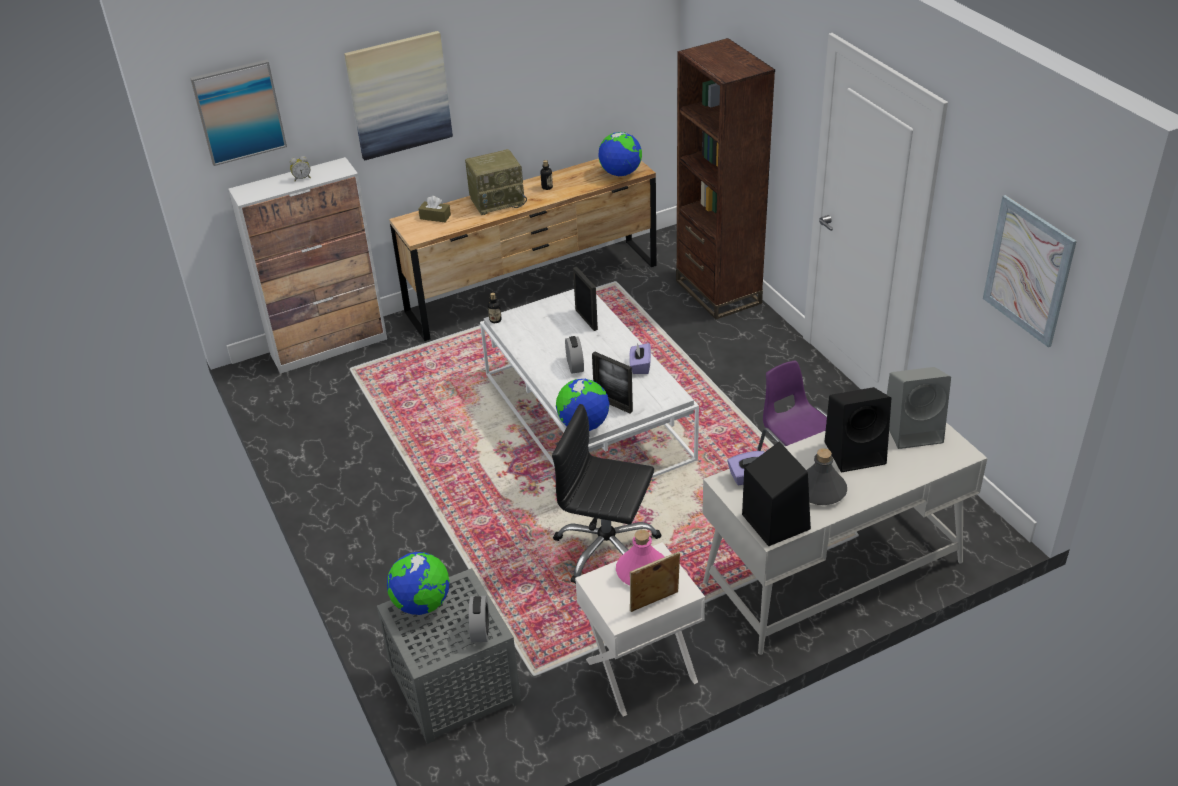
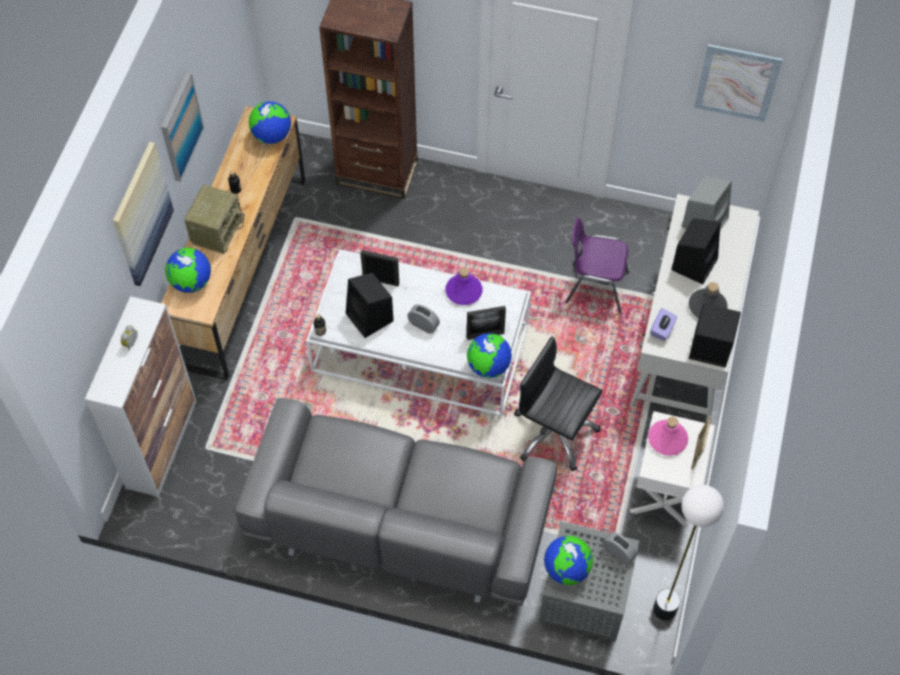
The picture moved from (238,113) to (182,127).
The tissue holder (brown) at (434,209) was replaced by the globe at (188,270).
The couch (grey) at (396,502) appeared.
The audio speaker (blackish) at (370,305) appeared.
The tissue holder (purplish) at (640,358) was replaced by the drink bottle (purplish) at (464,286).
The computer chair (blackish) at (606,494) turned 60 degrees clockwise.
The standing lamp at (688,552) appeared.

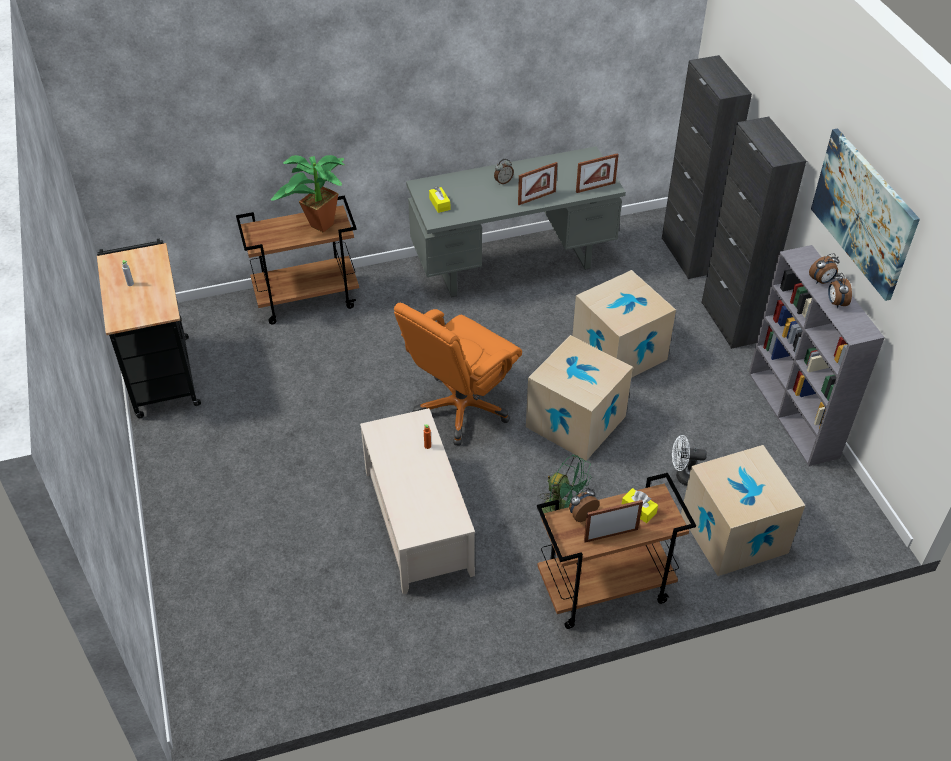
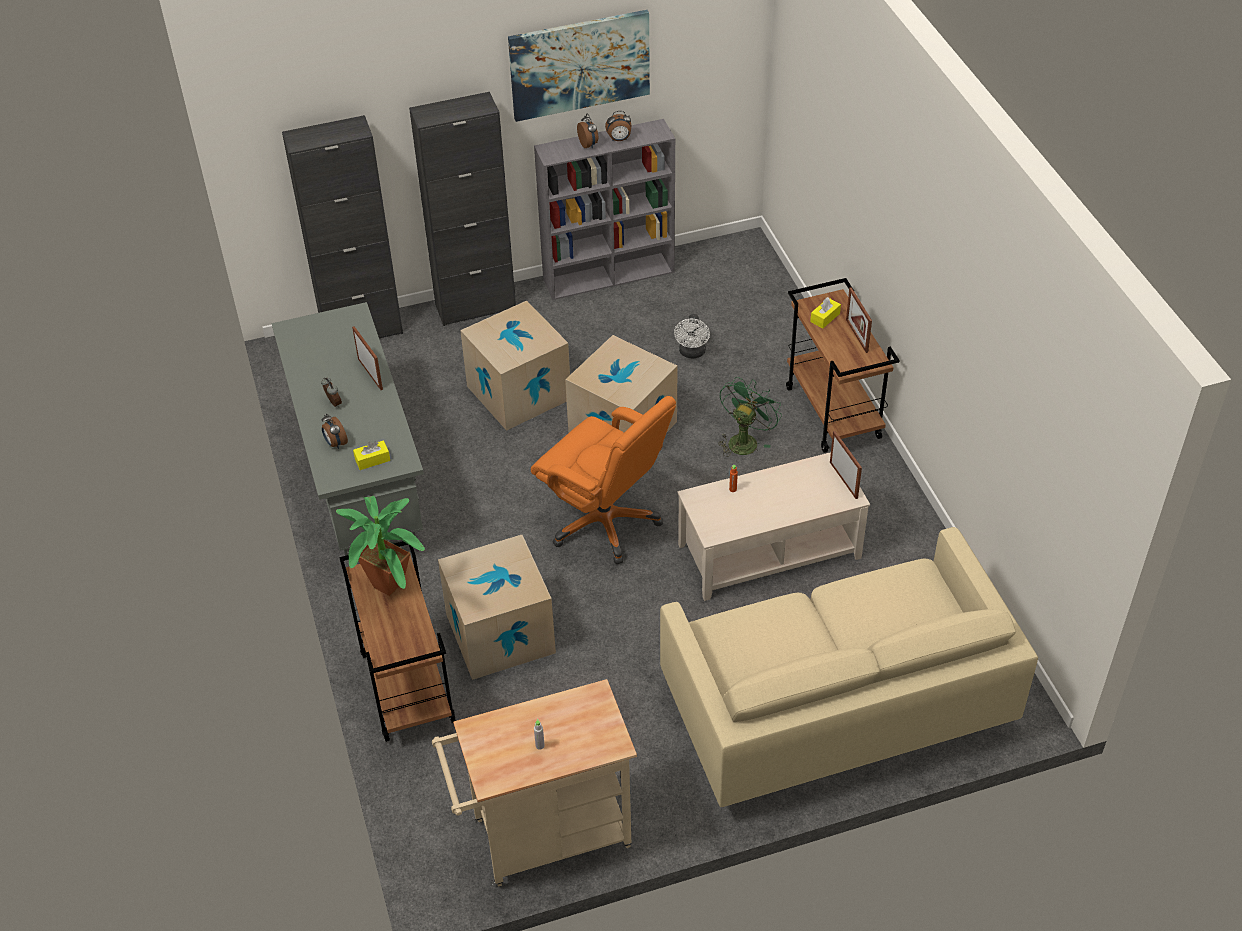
The table clock moved from (584,505) to (334,431).
The trolley (blackish) at (149,328) became the trolley (beige) at (534,783).
The packing box moved from (743,510) to (497,607).
The couch (beige) at (849,667) appeared.
The standing frame moved from (597,173) to (846,465).

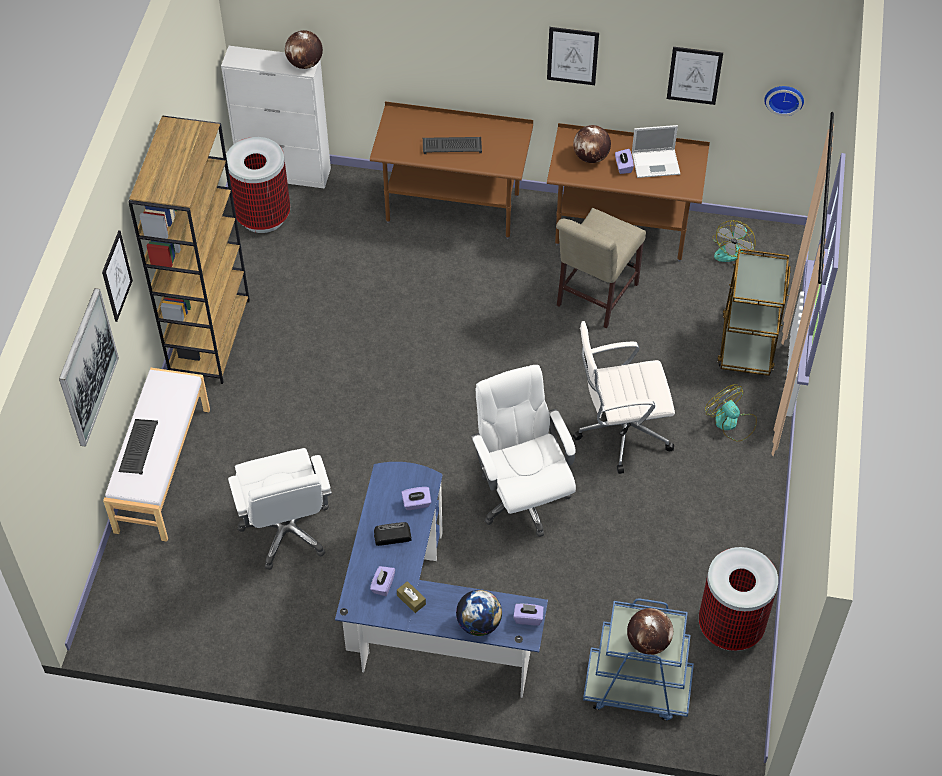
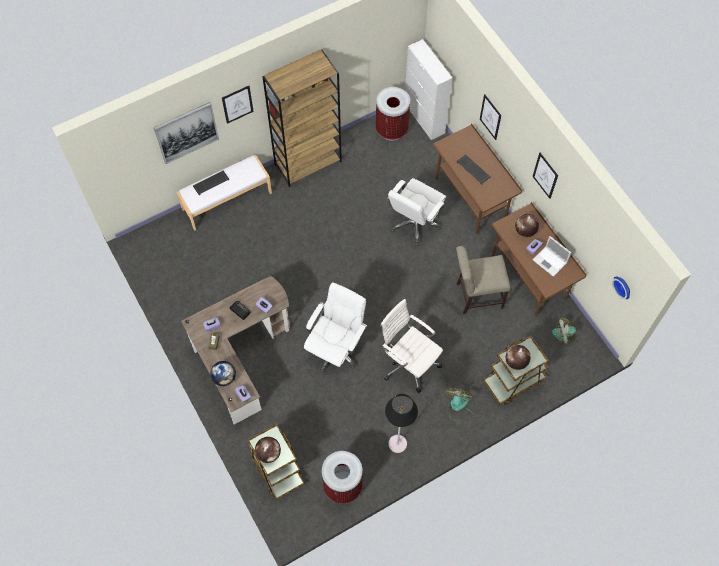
The desk unit (blue) at (441,580) became the desk unit (brown) at (235,350).
The trolley (blue) at (638,660) became the trolley (brown) at (276,462).
The standing lamp (blackish) at (401,423) appeared.
The computer chair (white-coloured) moved from (280,509) to (416,212).
The picture moved from (695,76) to (491,117).
The globe moved from (304,49) to (518,357).

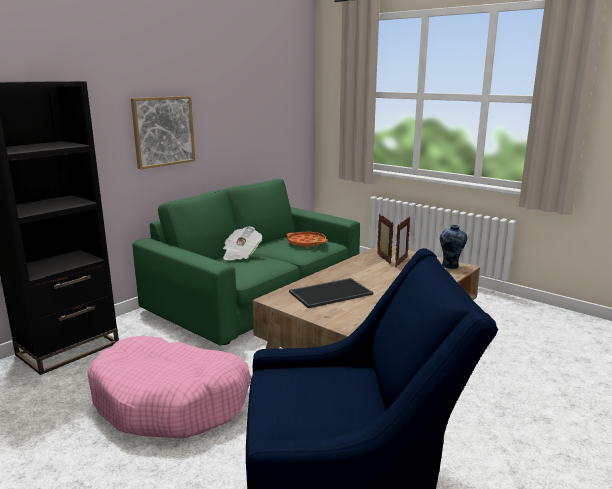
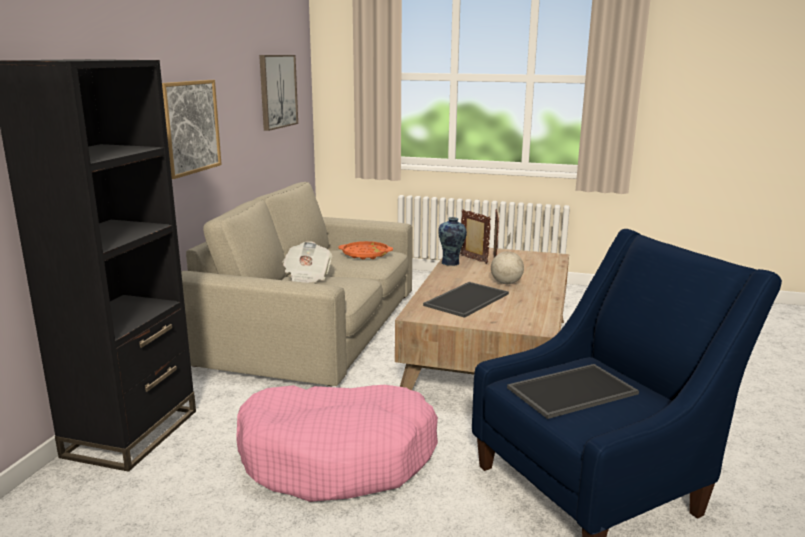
The couch (greenish) at (246,262) became the couch (beige) at (297,284).
The picture at (278,93) appeared.
The vase moved from (453,247) to (452,241).
The globe at (507,258) appeared.
The serving tray at (573,391) appeared.

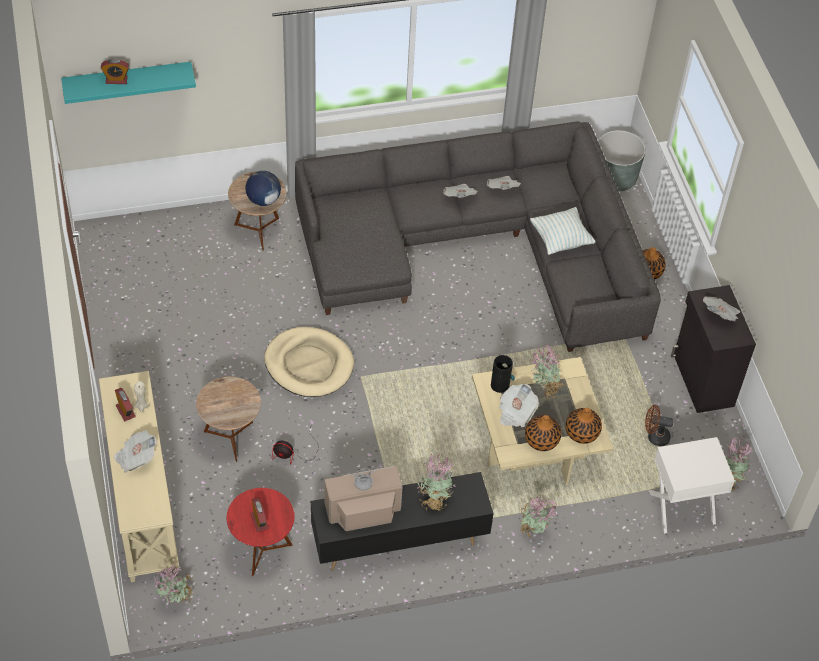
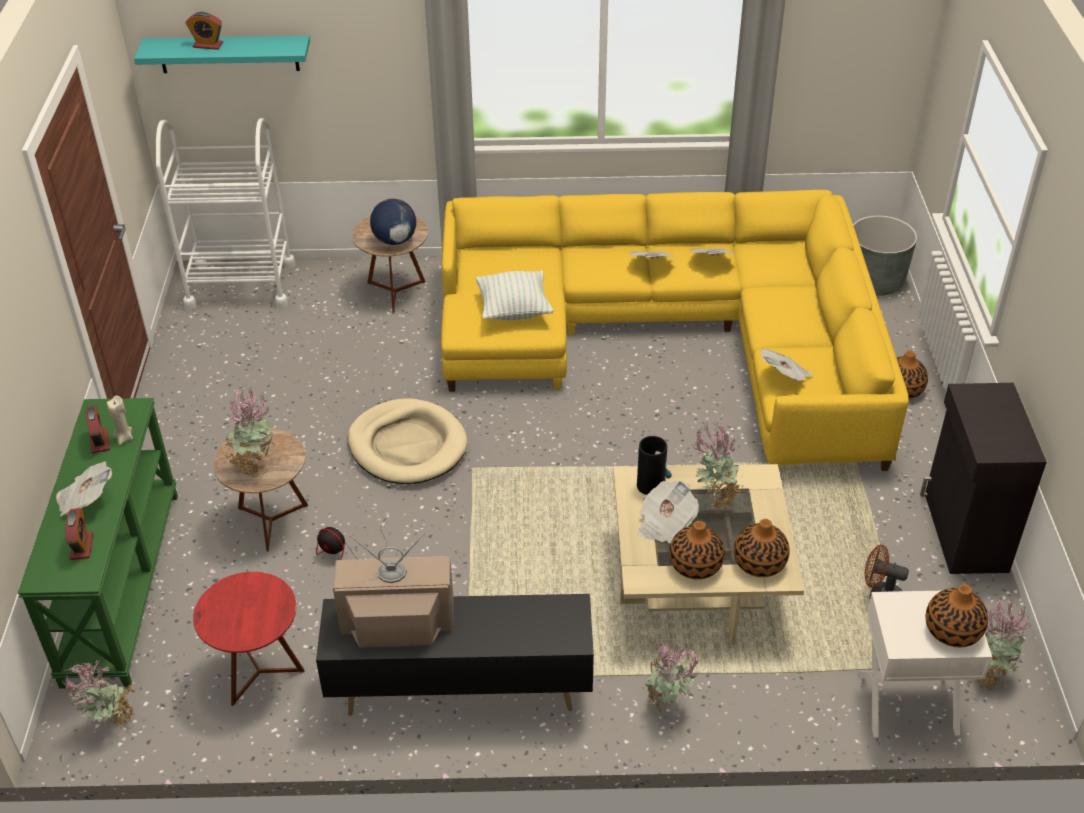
The hall table (beige) at (139,476) became the hall table (greenish) at (98,543).
The table clock moved from (260,514) to (79,534).
The trolley (white-coloured) at (226,214) appeared.
The plant in a pot moved from (435,482) to (251,432).
The couch (grey) at (478,236) became the couch (yellow) at (675,330).
The pillow moved from (562,231) to (514,295).
The daily paper moved from (721,309) to (786,365).
The vase at (957,615) appeared.

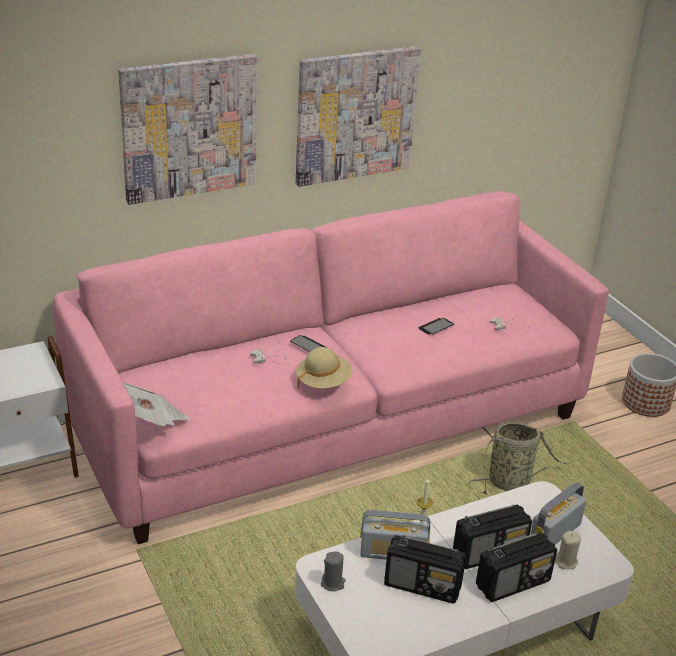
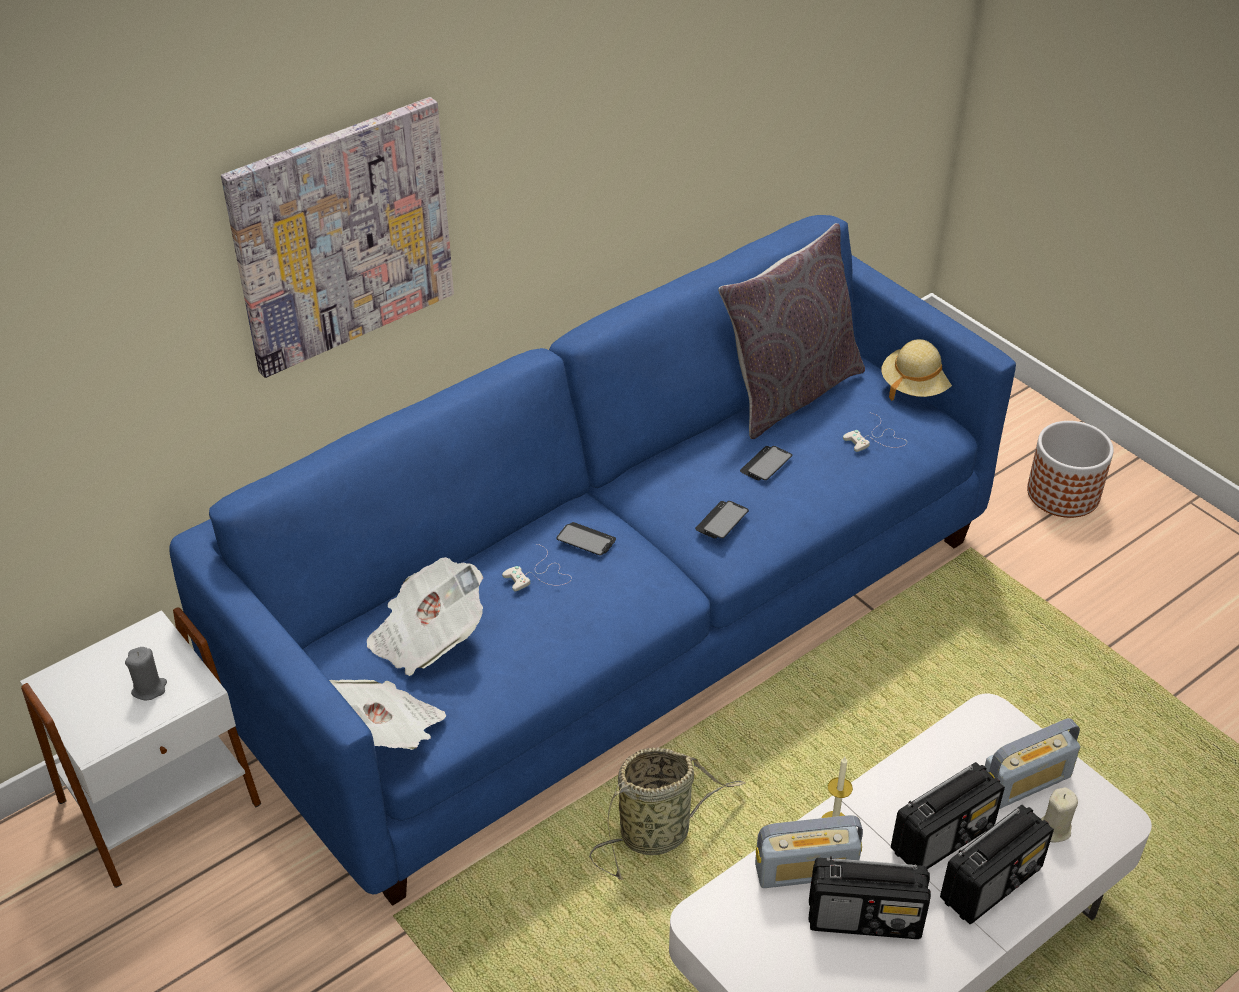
The wax candle (grey) moved from (333,571) to (146,673).
The couch (pinkish) at (331,367) became the couch (blue) at (592,560).
The daily paper at (425,616) appeared.
The household basket moved from (518,458) to (667,813).
The handset at (722,519) appeared.
The pillow (grey) at (791,331) appeared.
The hat (beige) moved from (324,368) to (916,370).
The radio set at (558,513) turned 150 degrees counterclockwise.
The picture at (358,116) disappeared.

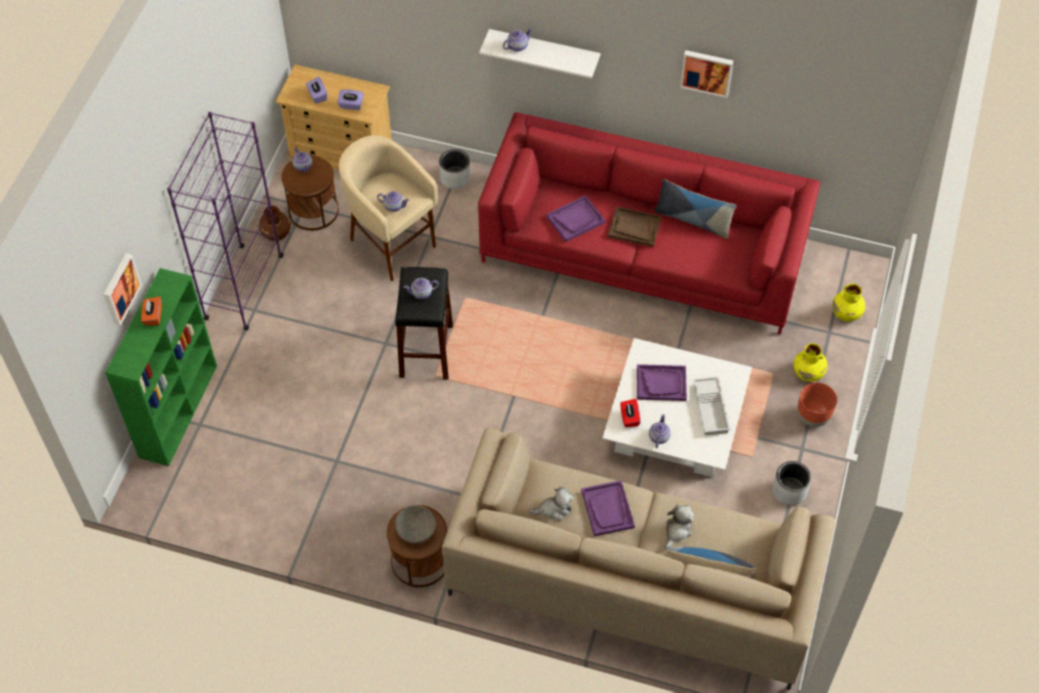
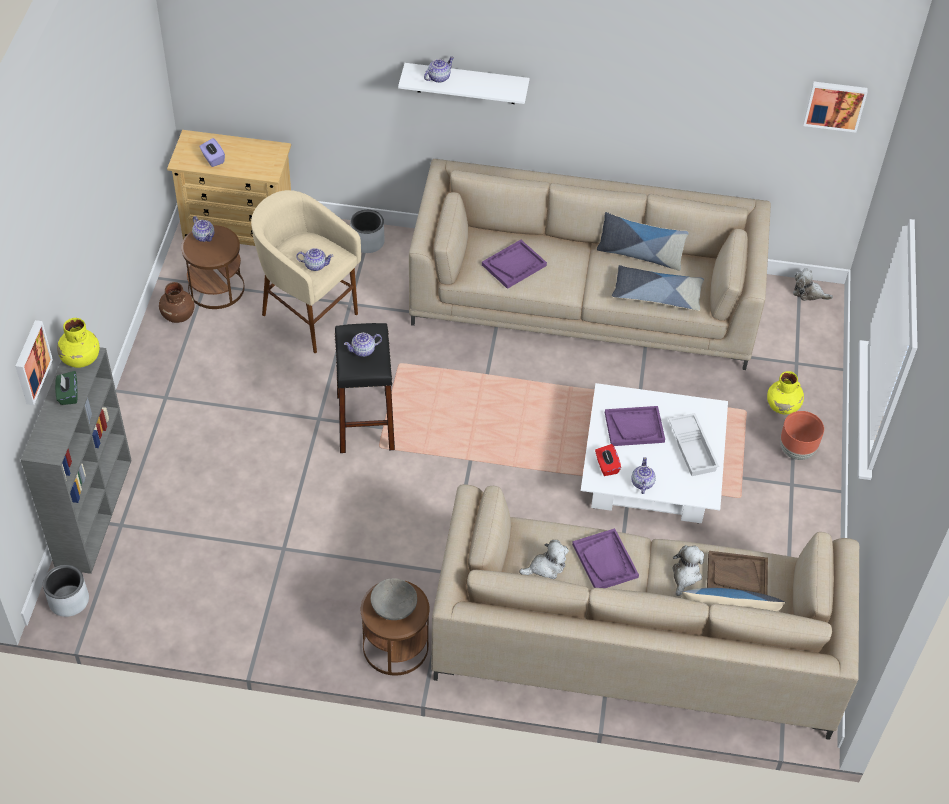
The bookshelf (greenish) at (161,367) became the bookshelf (grey) at (76,460).
The plant pot (grey) moved from (791,483) to (66,591).
The tissue holder (orangey) at (151,310) became the tissue holder (greenish) at (66,388).
The vase (yellow) moved from (848,303) to (78,343).
The couch (red-coloured) at (649,223) became the couch (beige) at (590,264).
The pillow at (658,288) appeared.
The serving tray (brown) moved from (635,226) to (737,573).
The plush toy at (813,284) appeared.
The picture moved from (707,74) to (835,107).
The bookshelf (purplish) at (225,221) disappeared.
The tissue holder (purplish) at (350,99) disappeared.

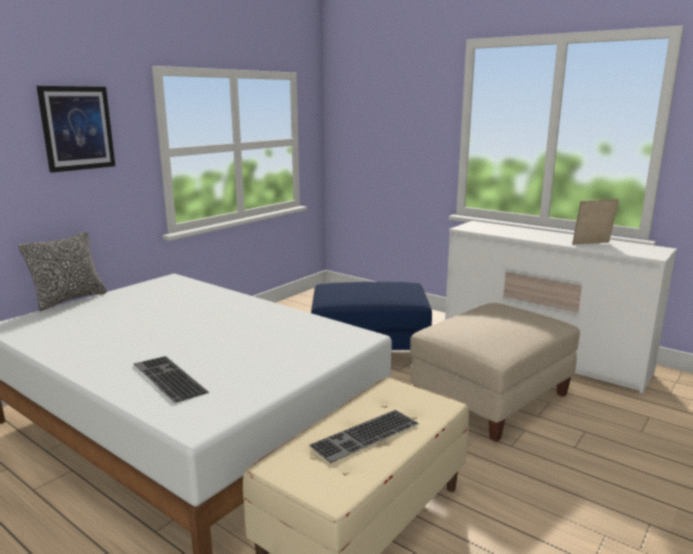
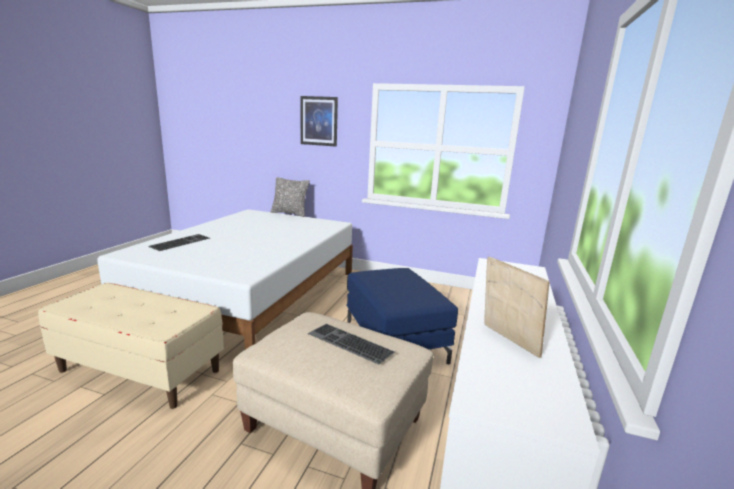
The keyboard moved from (364,436) to (351,344).

